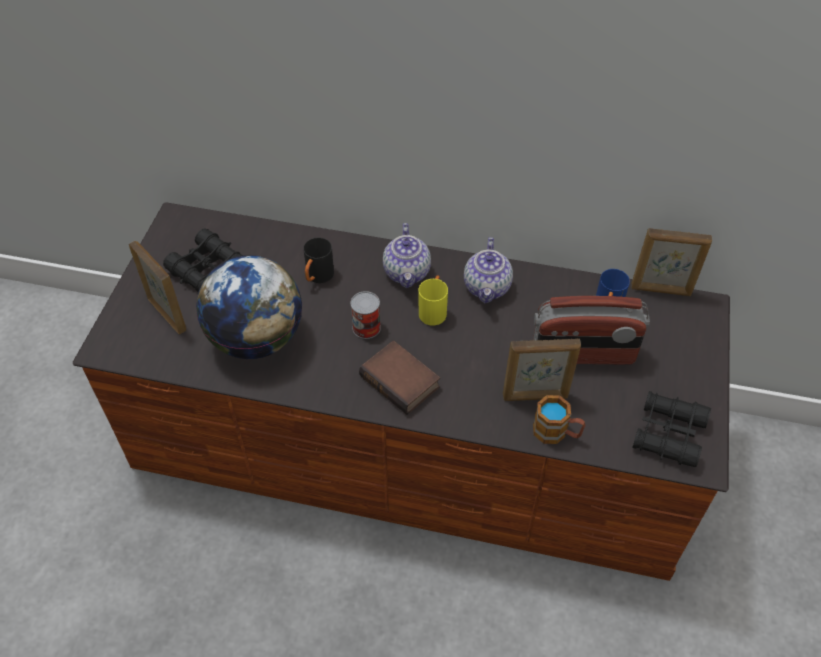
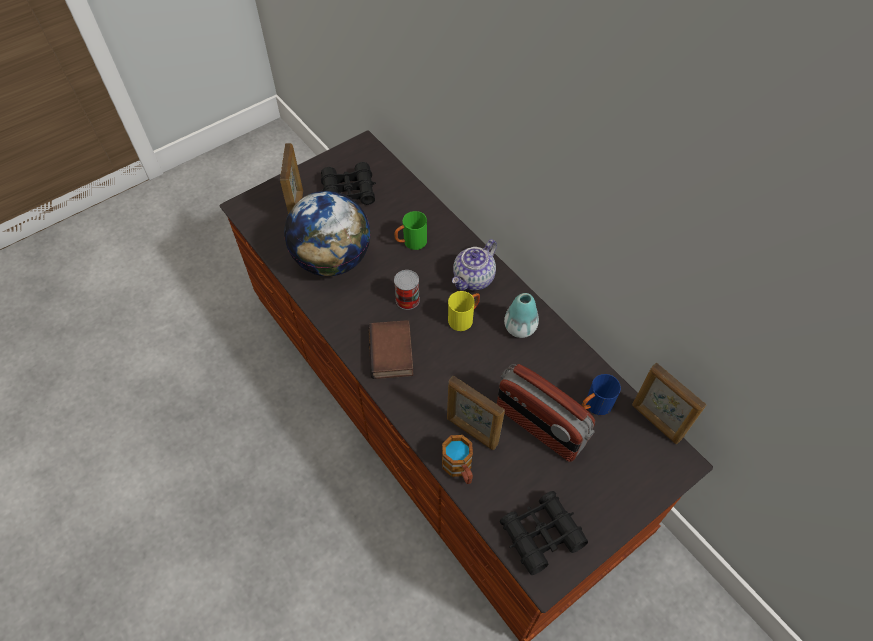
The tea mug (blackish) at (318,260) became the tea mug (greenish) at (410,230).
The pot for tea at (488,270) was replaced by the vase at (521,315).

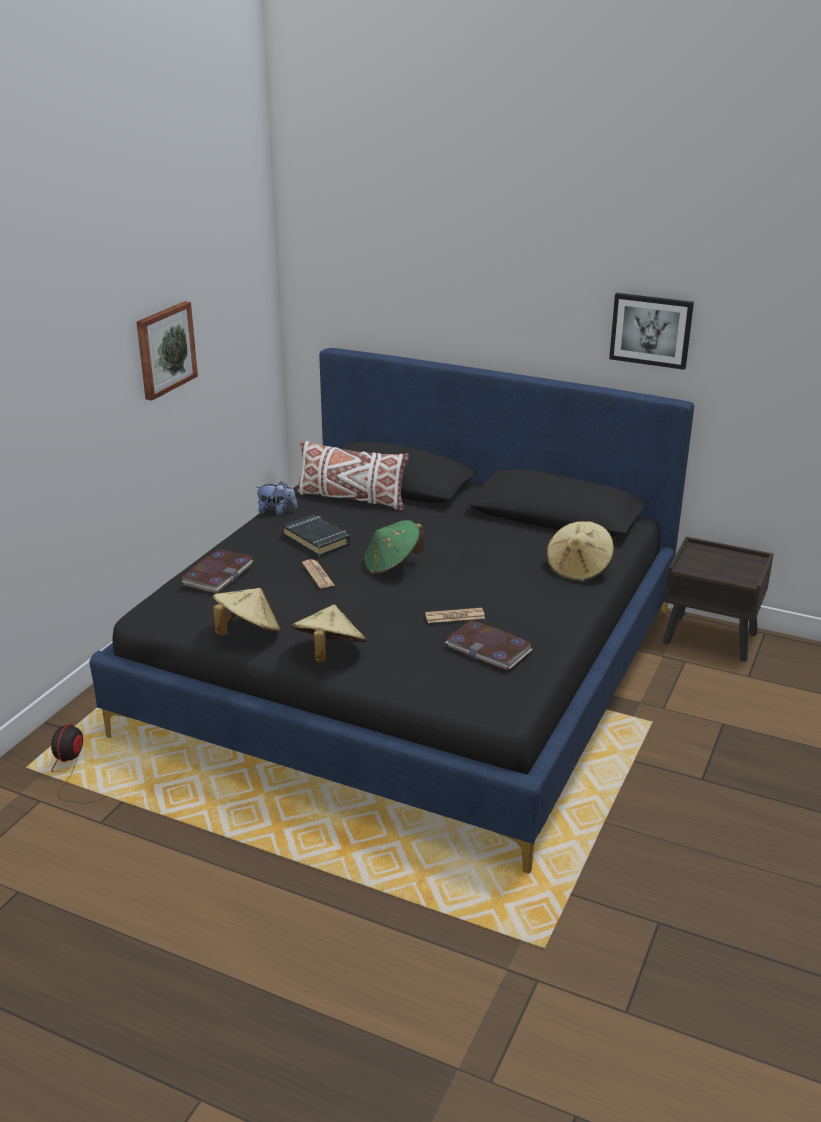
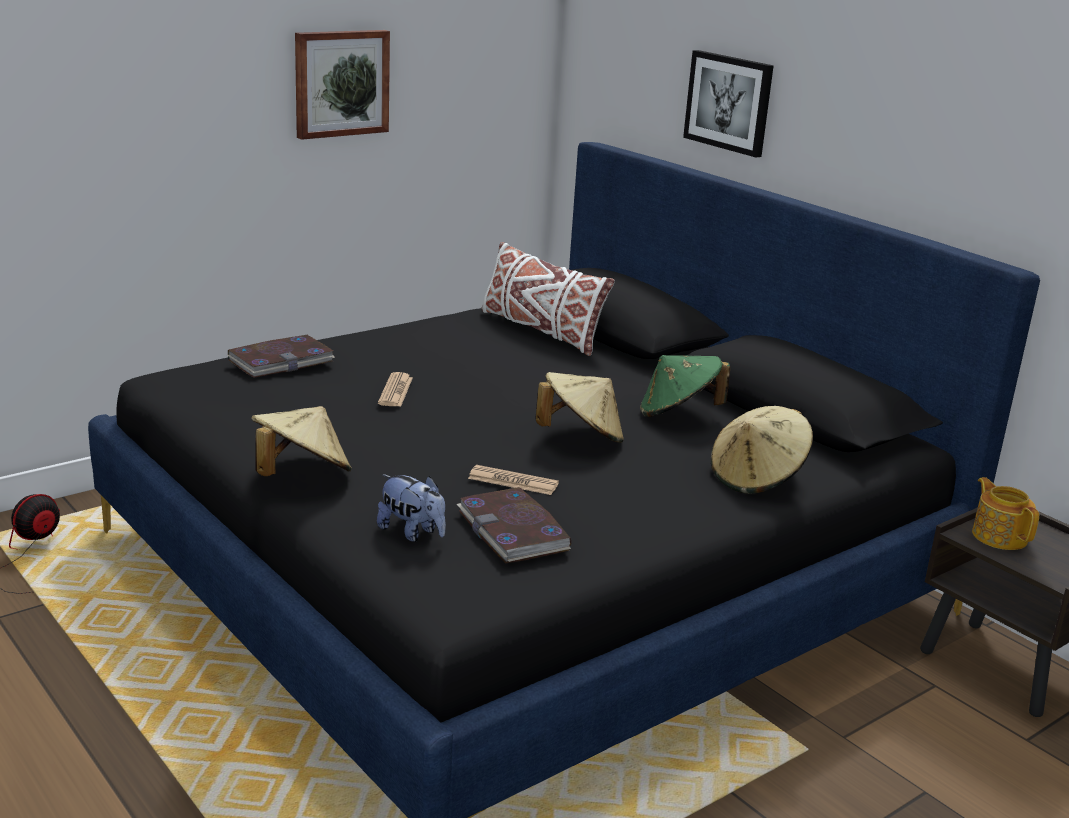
The plush toy moved from (276,498) to (411,508).
The hat (beige) moved from (246,612) to (579,407).
The hat (greenish) moved from (394,547) to (685,386).
The picture moved from (651,331) to (728,104).
The pot for tea at (1005,513) appeared.
The volume (blackish) at (316,535) disappeared.

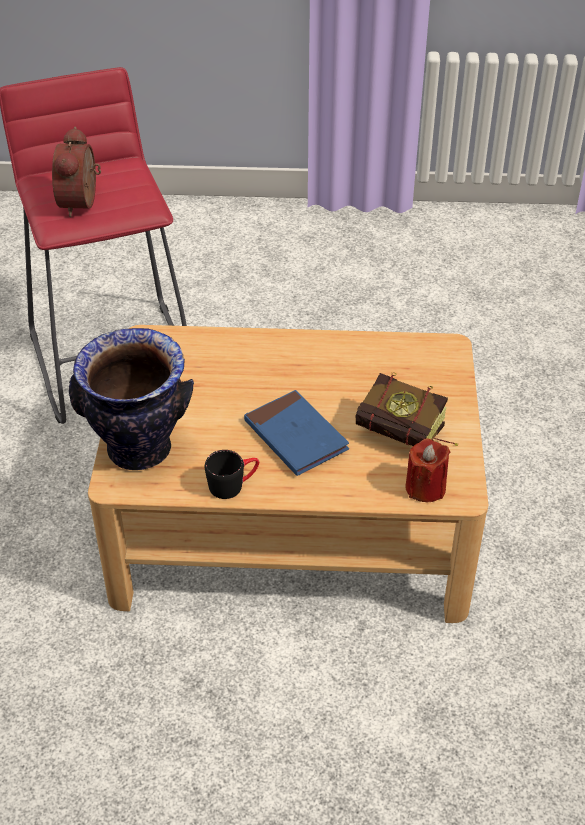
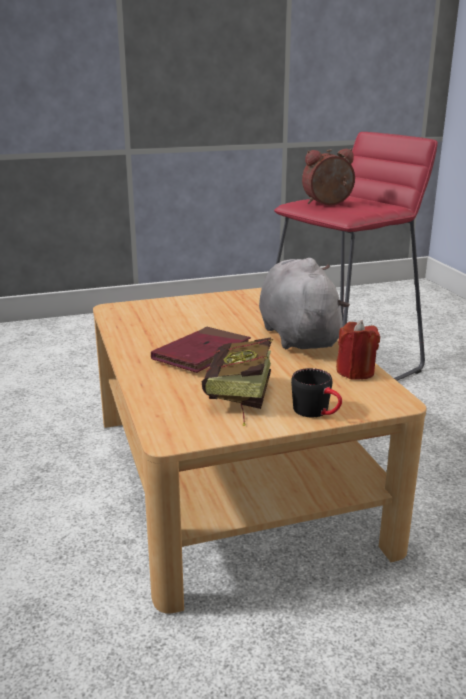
The volume (blue) at (296,433) became the volume (red-coloured) at (201,349).
The plush toy (grey) at (304,303) appeared.
The tea mug (blackish) moved from (232,474) to (316,392).
The wax candle (red-coloured) moved from (427,470) to (358,350).
The vase at (131,399) disappeared.

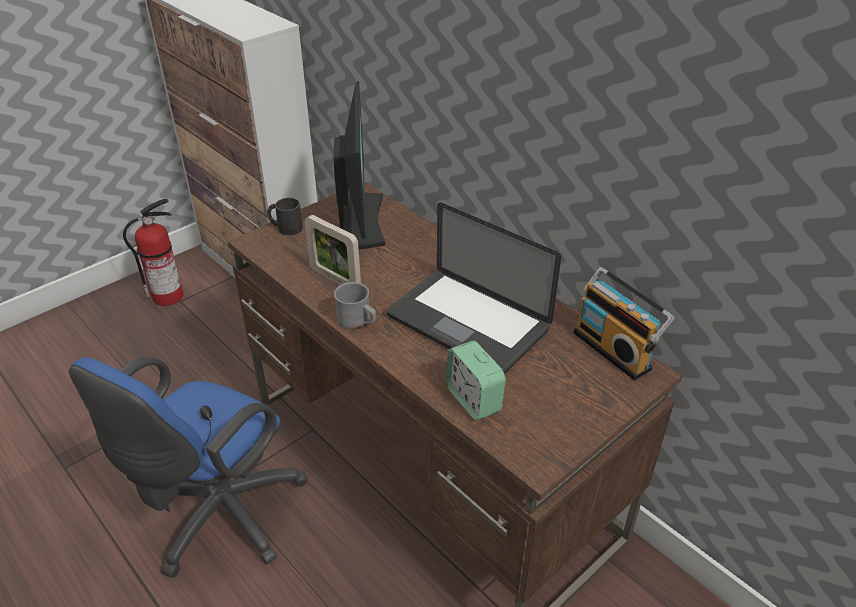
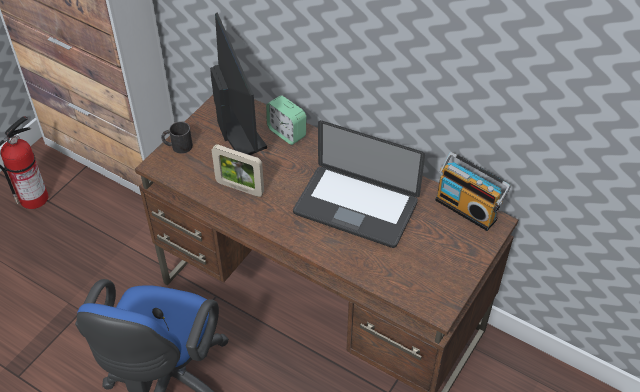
The table clock moved from (476,381) to (286,120).
The tea mug (grey) at (355,306) disappeared.

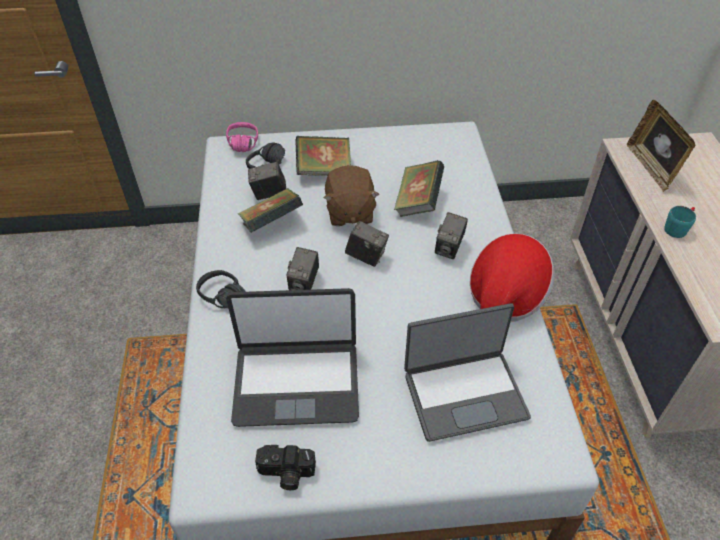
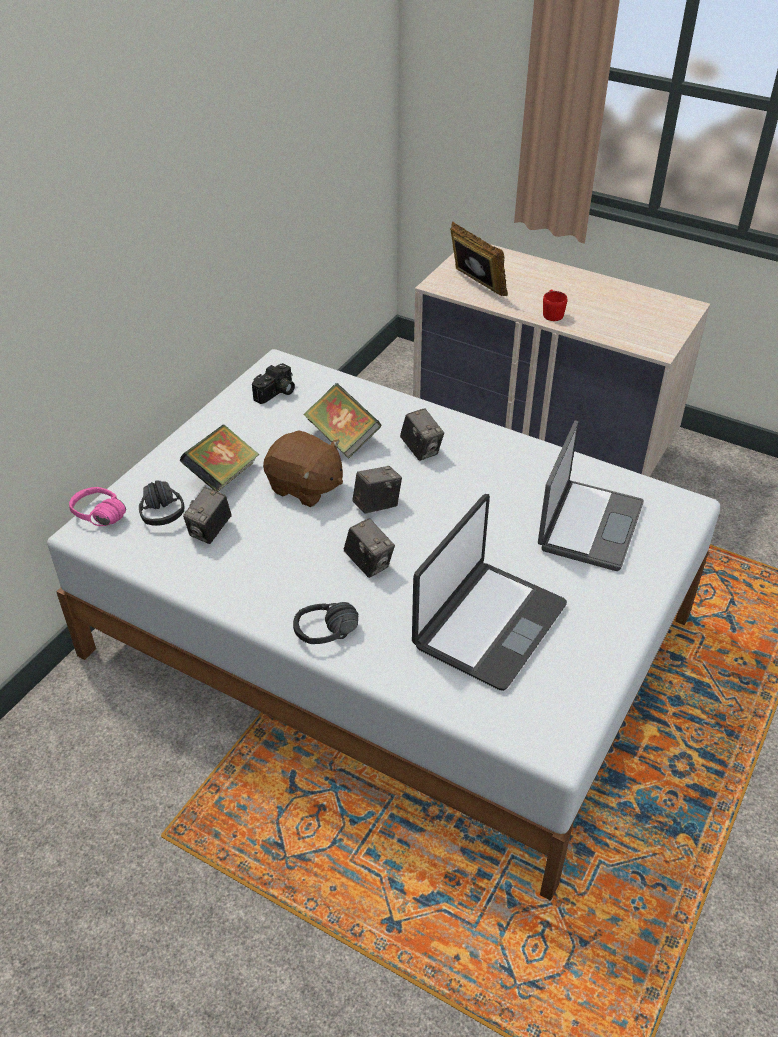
The photo camera moved from (285,467) to (273,383).
The standing frame at (661,146) turned 150 degrees counterclockwise.
The tea mug (turquoise-coloured) at (680,222) became the tea mug (red-coloured) at (555,305).
The volume at (270,210) disappeared.
The hat at (512,278) disappeared.

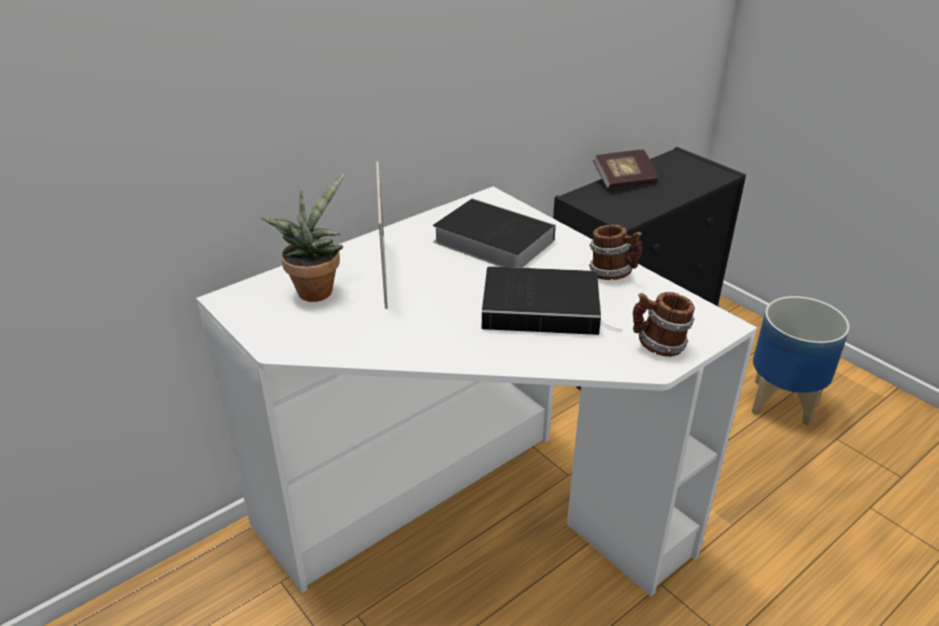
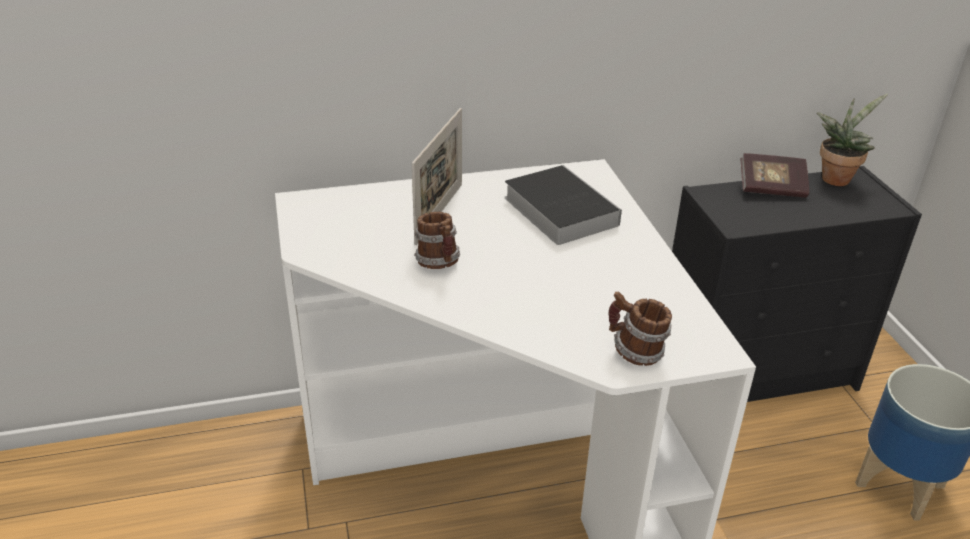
The tea mug moved from (615,252) to (437,240).
The plant in a pot moved from (302,238) to (852,139).
The volume at (551,300) disappeared.

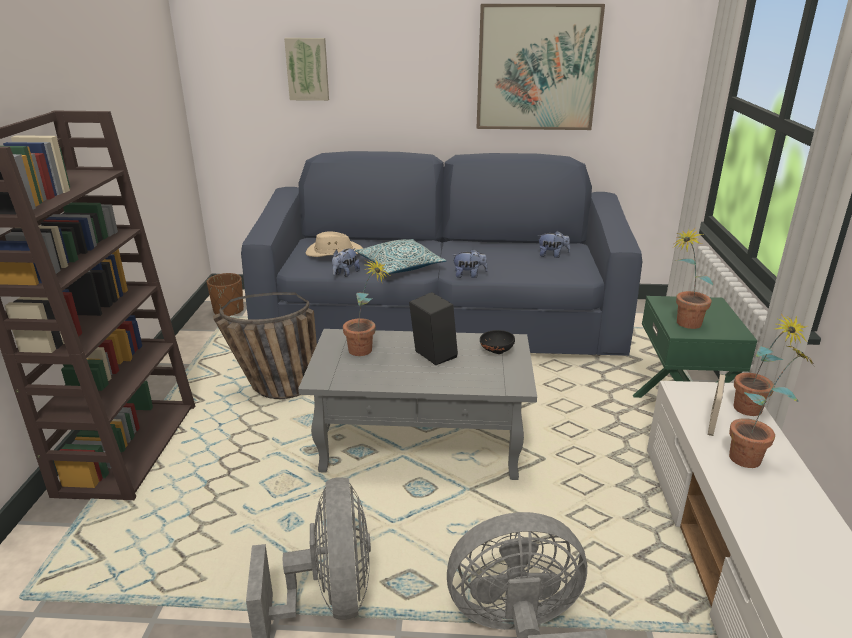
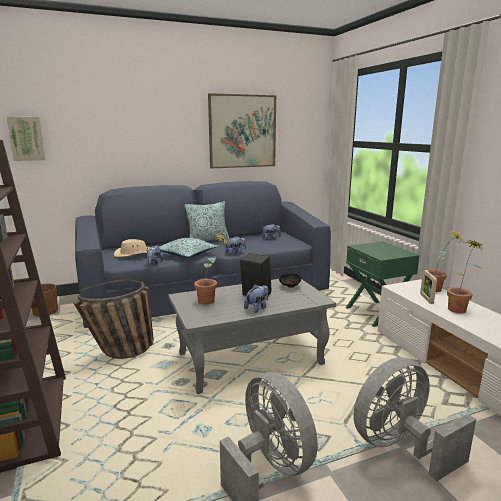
The picture moved from (306,69) to (25,139).
The pillow at (207,221) appeared.
The plush toy at (256,298) appeared.
The plant in a pot at (693,278) disappeared.

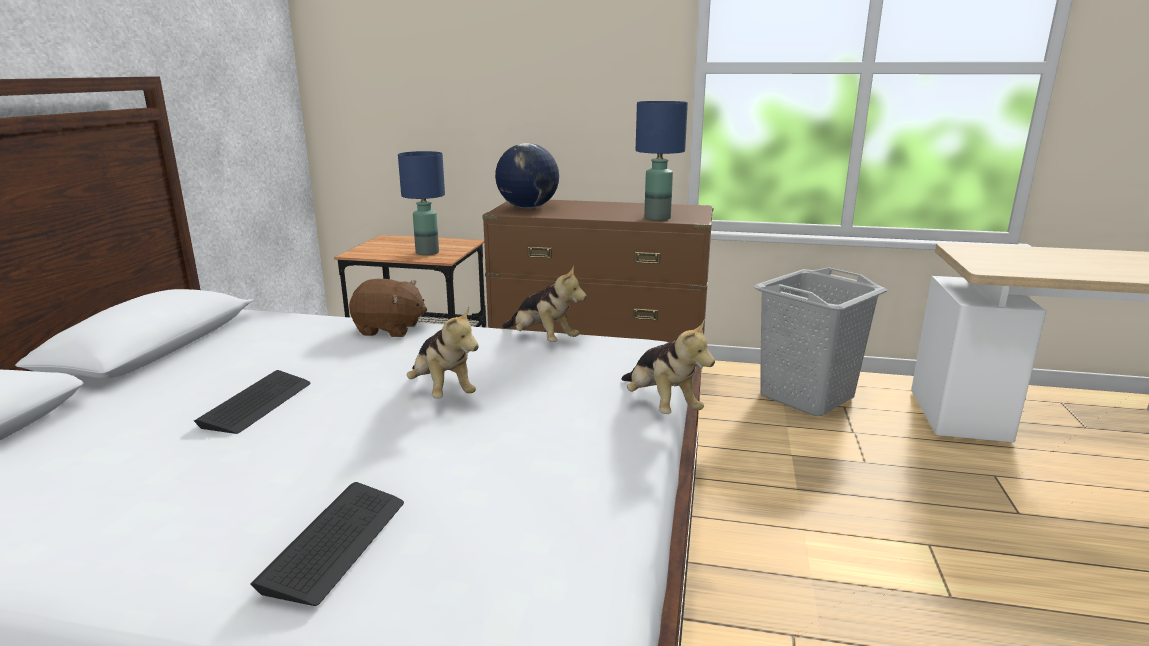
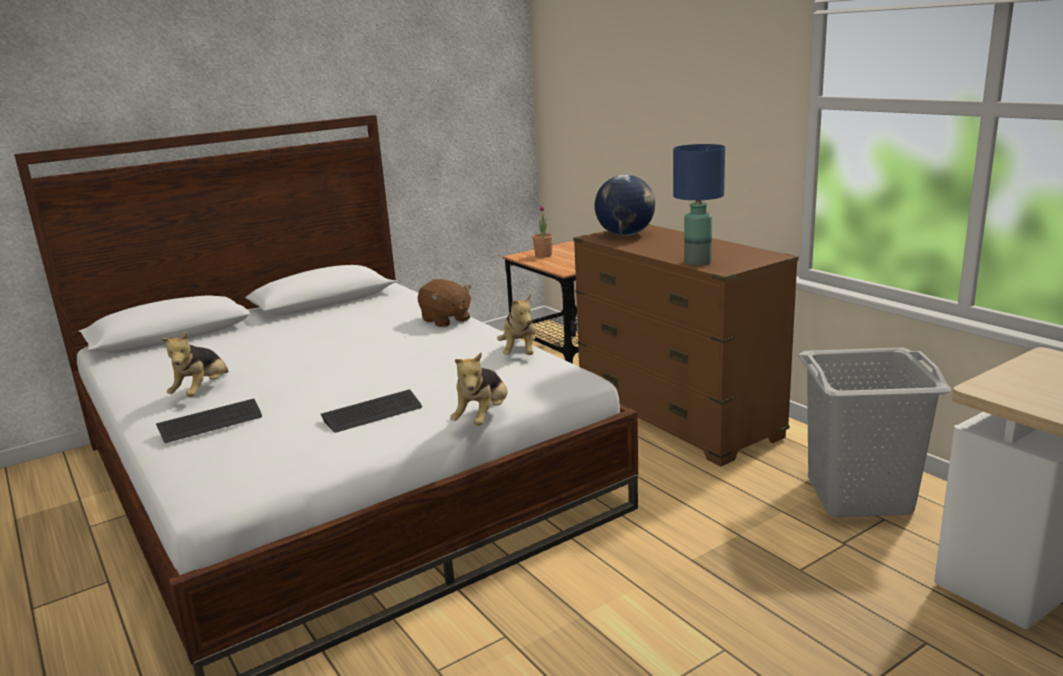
The plush toy moved from (443,353) to (195,364).
The keyboard moved from (252,402) to (371,411).
The plant in a pot at (543,231) appeared.
The tabletop lamp (blue) at (421,203) disappeared.

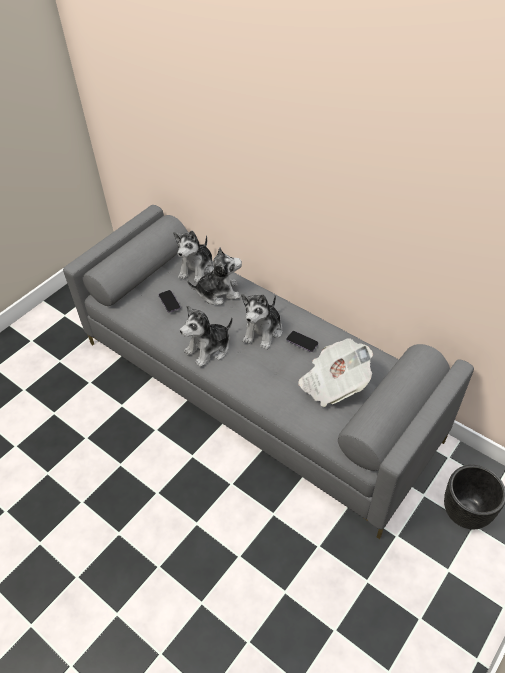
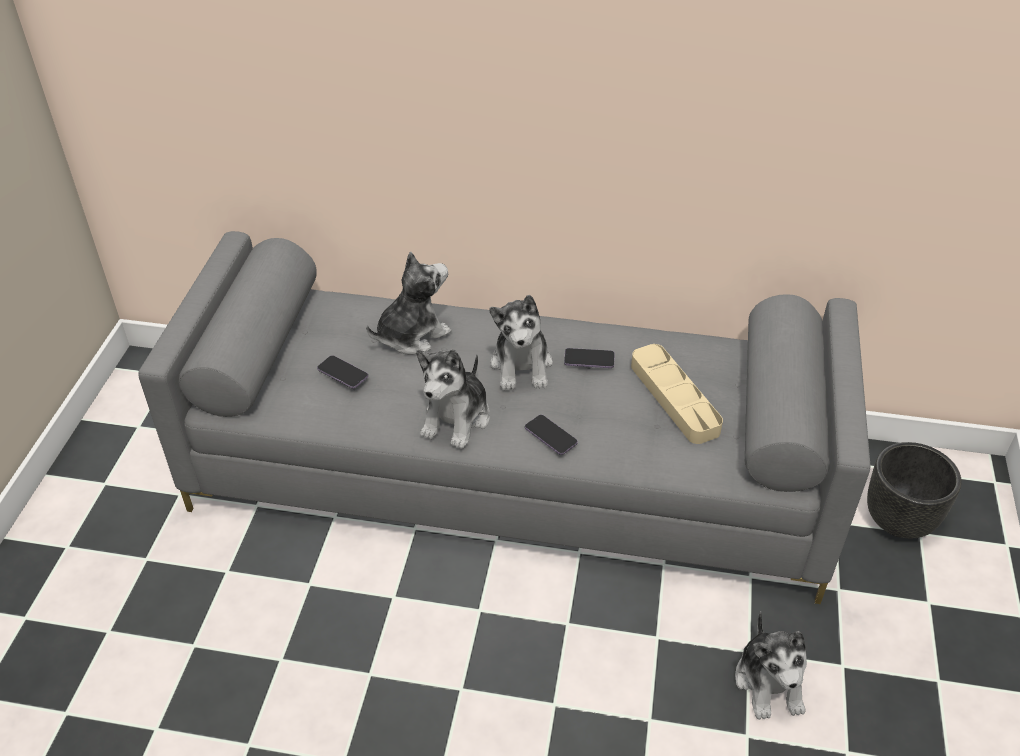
The handset at (551,435) appeared.
The daily paper at (336,372) was replaced by the serving tray (beige) at (677,394).
The plush toy moved from (193,257) to (771,665).

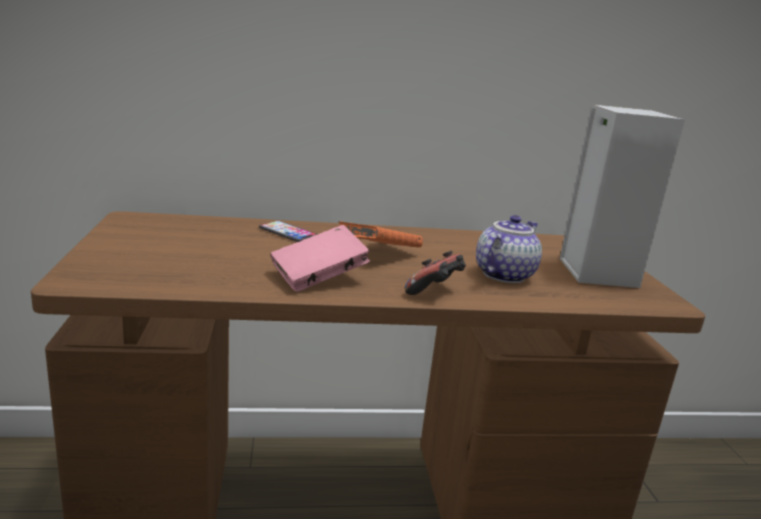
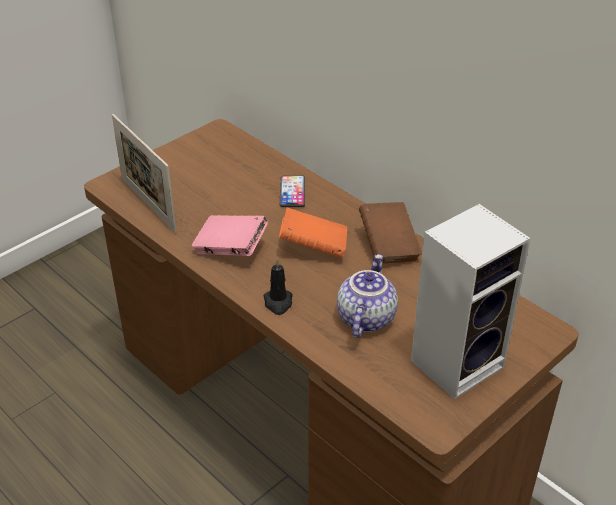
The standing frame at (144,173) appeared.
The gamepad at (435,272) was replaced by the wax candle (blackish) at (278,286).
The pot for tea at (509,249) turned 75 degrees counterclockwise.
The volume (brown) at (390,232) appeared.

